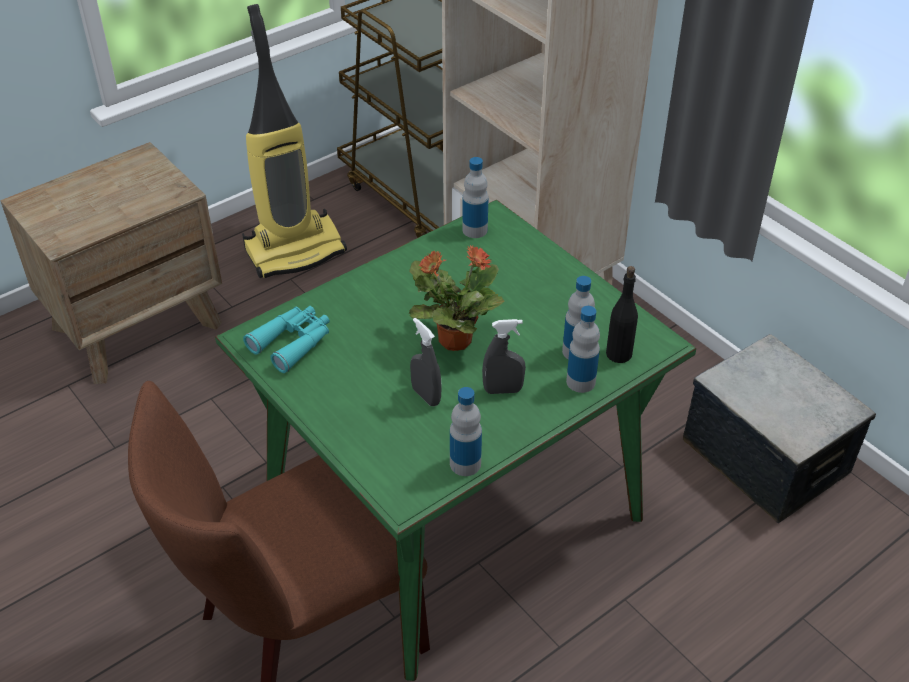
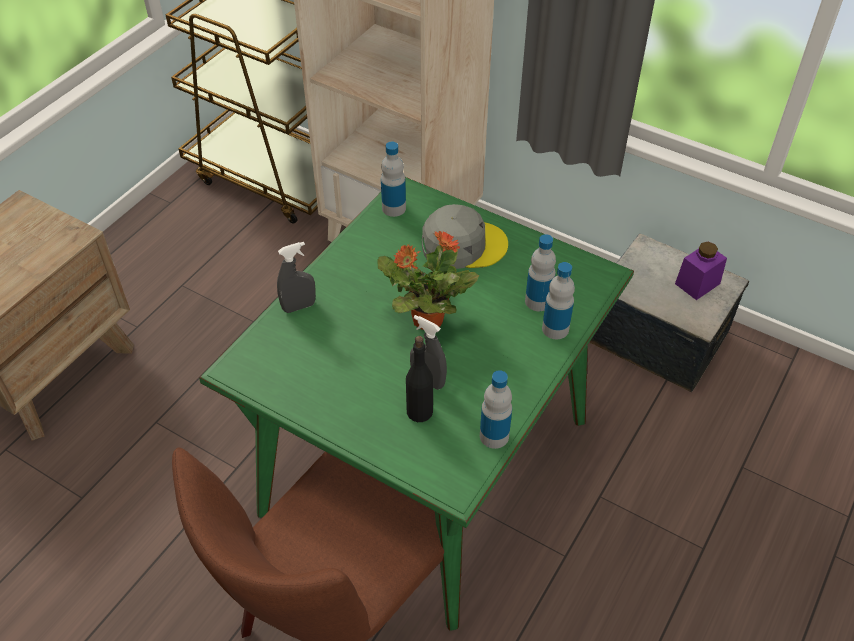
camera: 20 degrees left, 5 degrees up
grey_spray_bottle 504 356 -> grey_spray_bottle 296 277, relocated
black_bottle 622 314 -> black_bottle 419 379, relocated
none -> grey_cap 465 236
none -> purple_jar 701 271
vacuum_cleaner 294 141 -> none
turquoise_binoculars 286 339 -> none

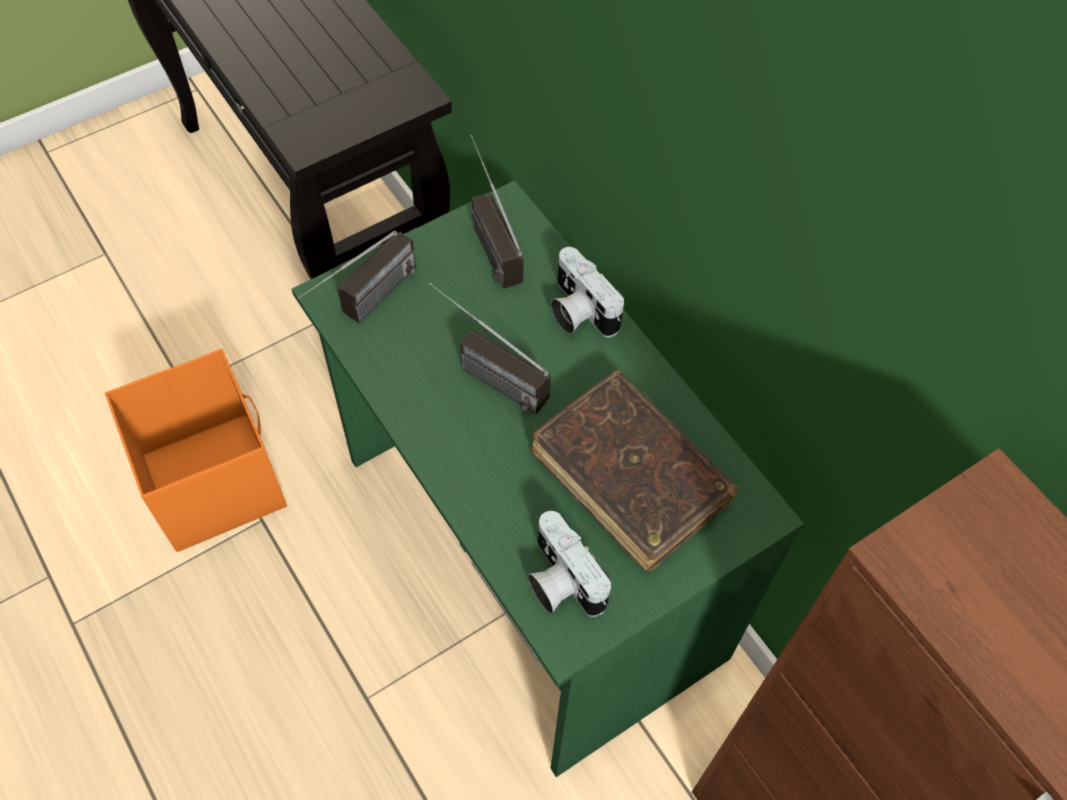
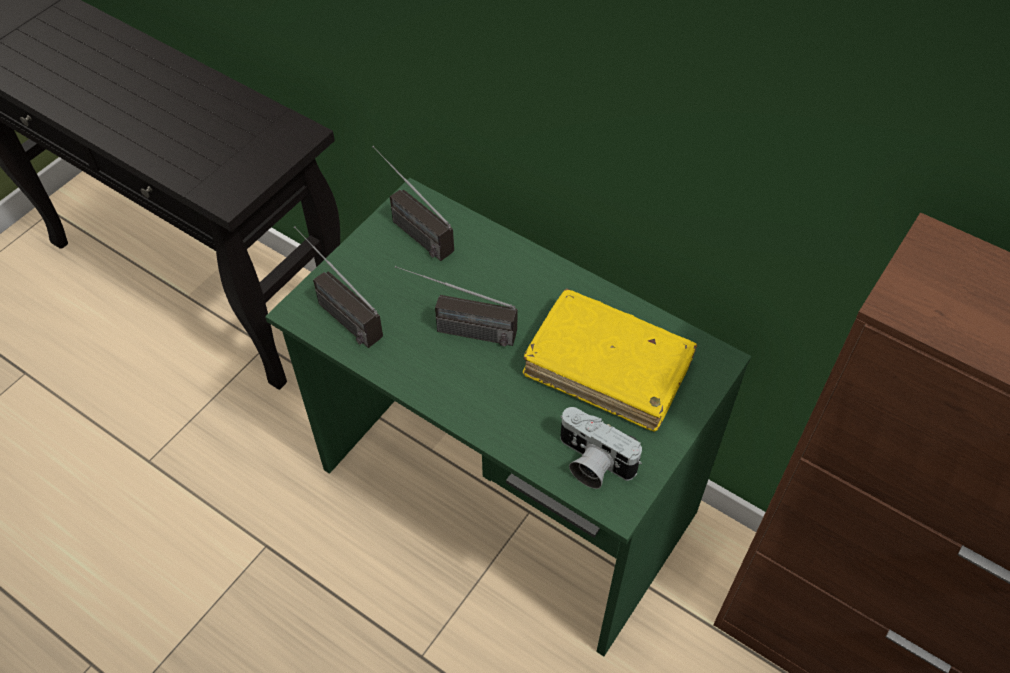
camera: 20 degrees left, 5 degrees down
radio 357 276 -> radio 338 287, 120 degrees clockwise
brown_book 634 470 -> yellow_book 610 360
orange_storage_box 196 450 -> none
photo_camera 587 292 -> none

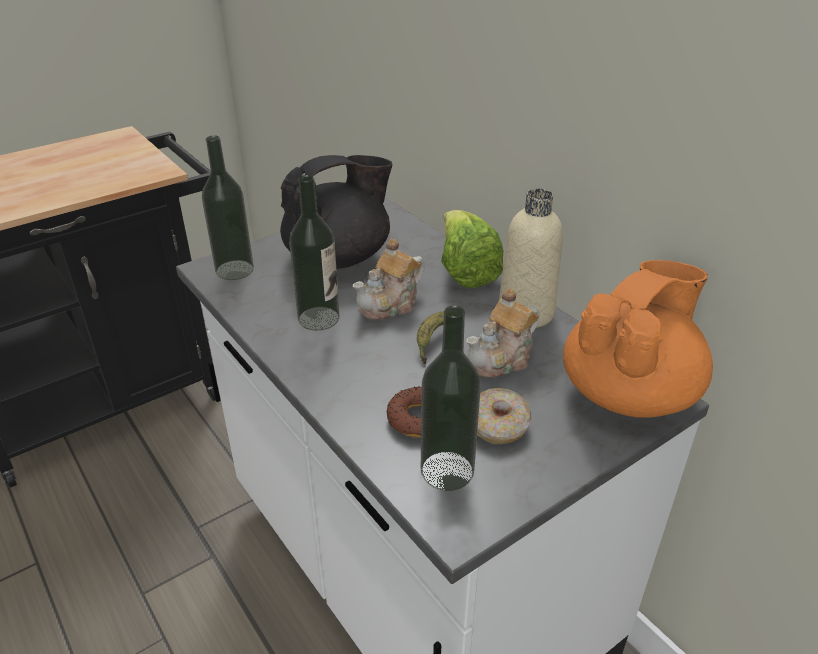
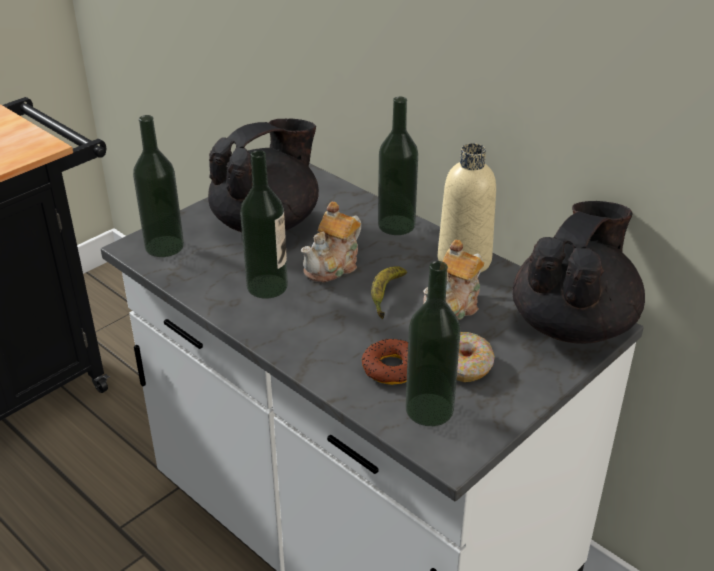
camera: 10 degrees left, 0 degrees up
lettuce 472 249 -> bottle 398 166
orange_teapot 638 339 -> black_teapot 578 272

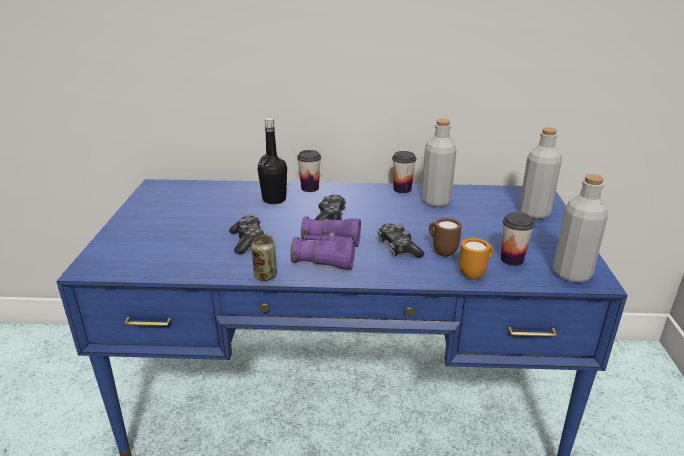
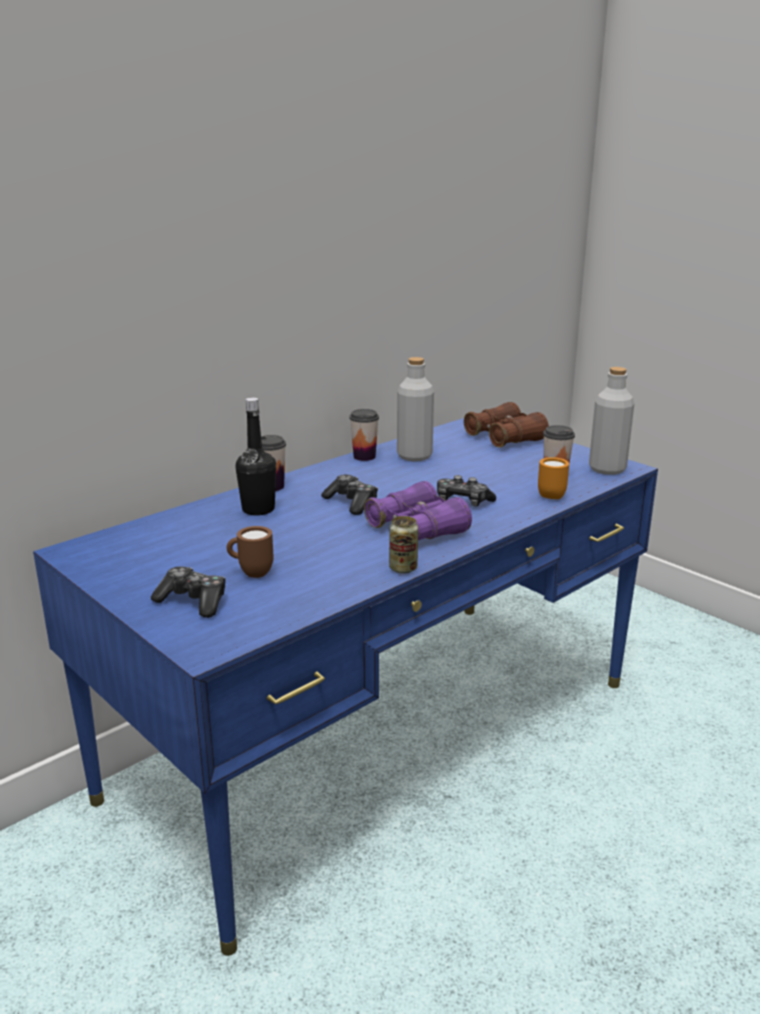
camera: 45 degrees left, 5 degrees down
game_controller 247 234 -> game_controller 188 592, relocated
brown_mug 445 237 -> brown_mug 250 552, relocated
grey_bottle 540 173 -> brown_binoculars 506 424

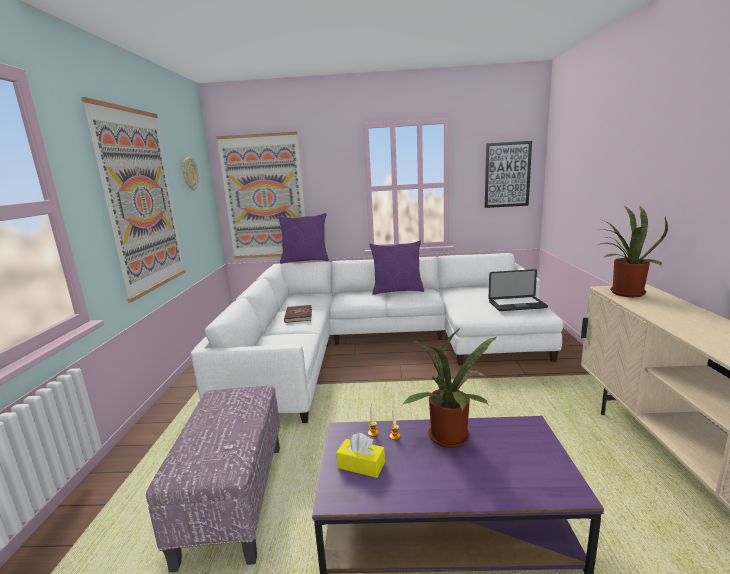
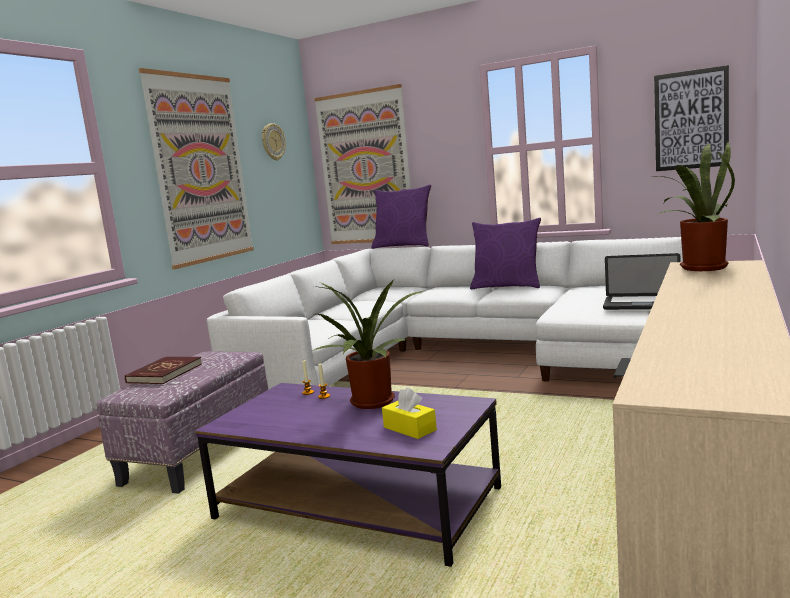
camera: 25 degrees right, 5 degrees down
red_book 298 314 -> red_book 163 370, relocated
yellow_tissue_box 360 455 -> yellow_tissue_box 409 413, relocated

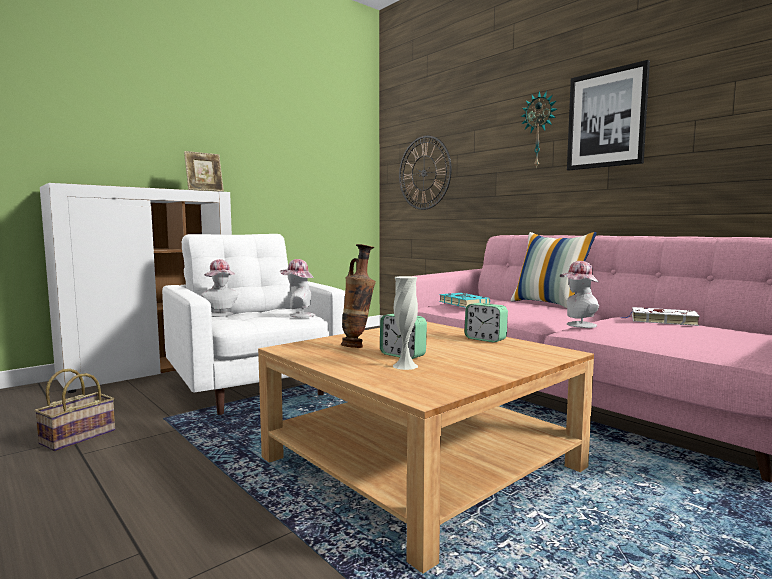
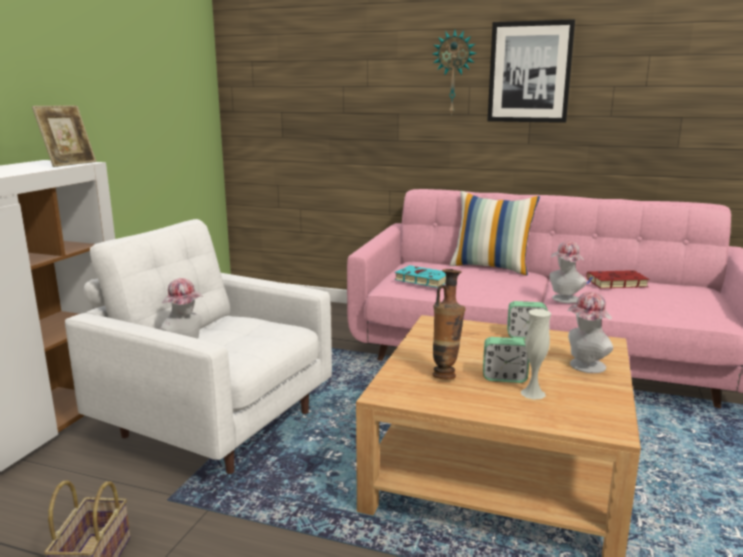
camera: 30 degrees left, 10 degrees up
hat 297 288 -> hat 590 332, relocated
white_book 660 316 -> red_book 617 279
wall_clock 425 173 -> none

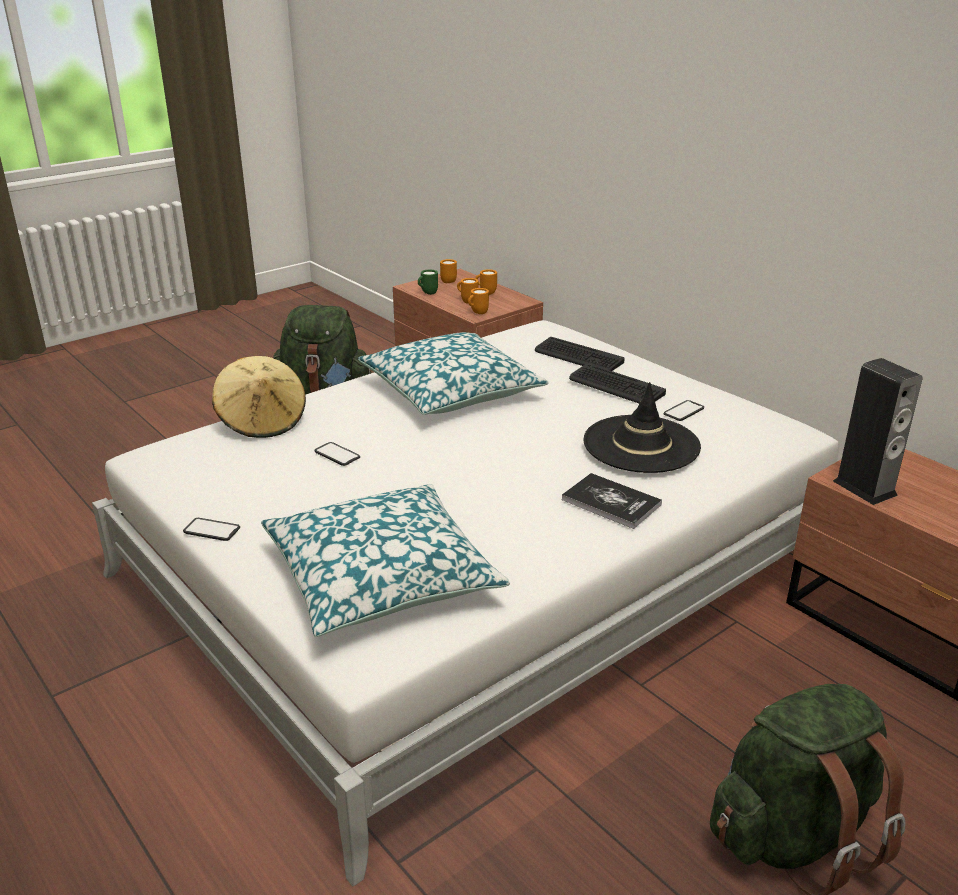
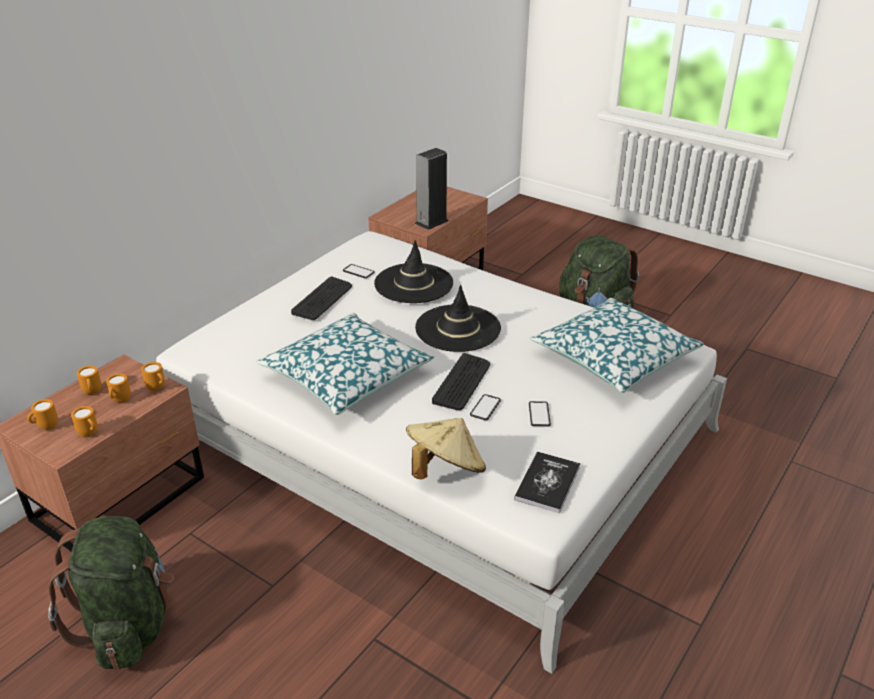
camera: 105 degrees left, 5 degrees up
green_mug 428 282 -> orange_mug 84 421
none -> black_hat 458 318
keyboard 579 354 -> keyboard 461 381, relocated
book 612 501 -> book 547 482, relocated
phone 211 529 -> phone 540 414, relocated

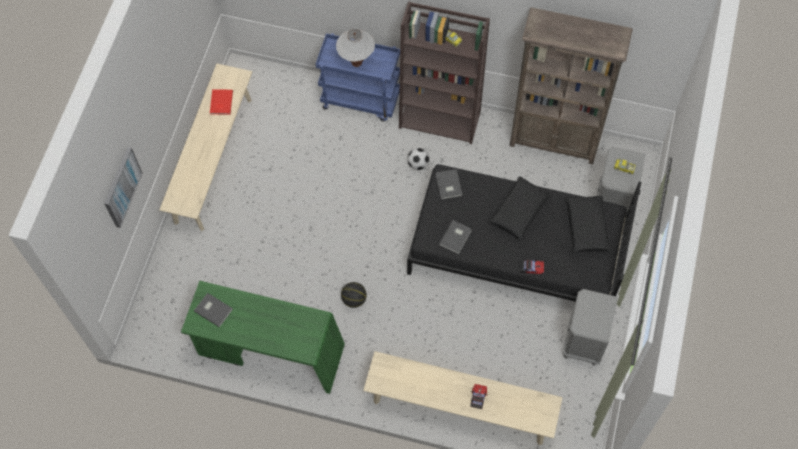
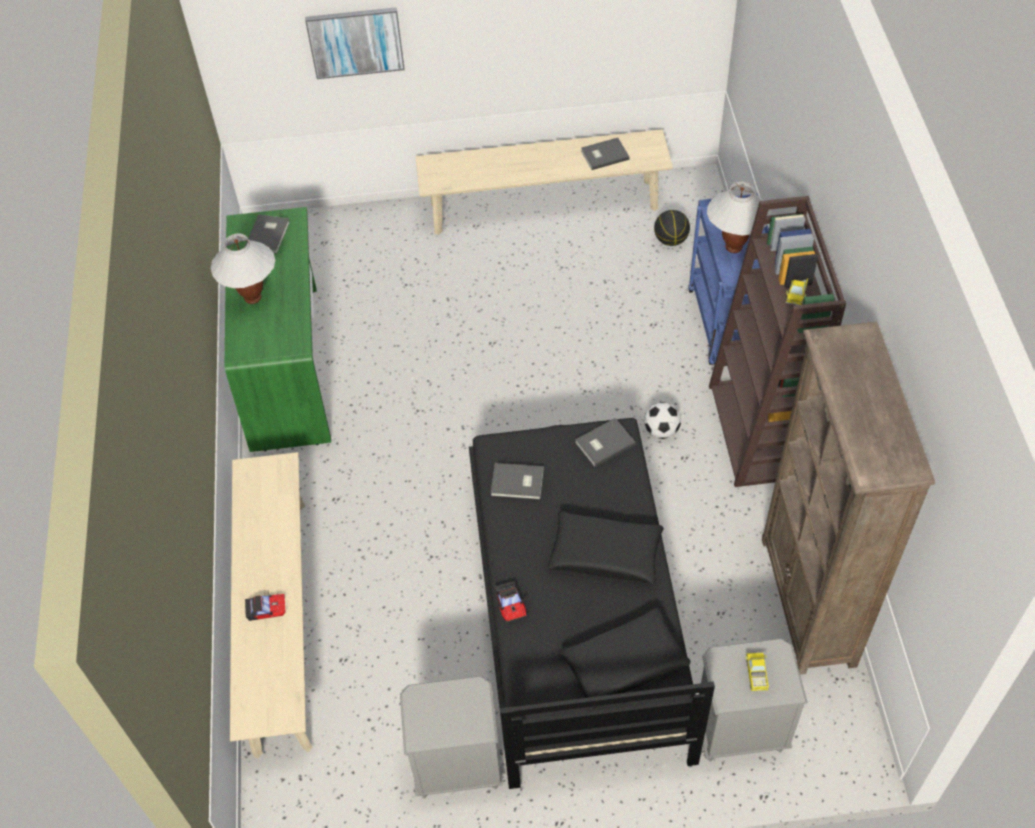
camera: 70 degrees right, 10 degrees down
none -> white_table_lamp 243 268
red_book 221 102 -> grey_book 605 154
basketball 354 295 -> basketball 672 228, relocated

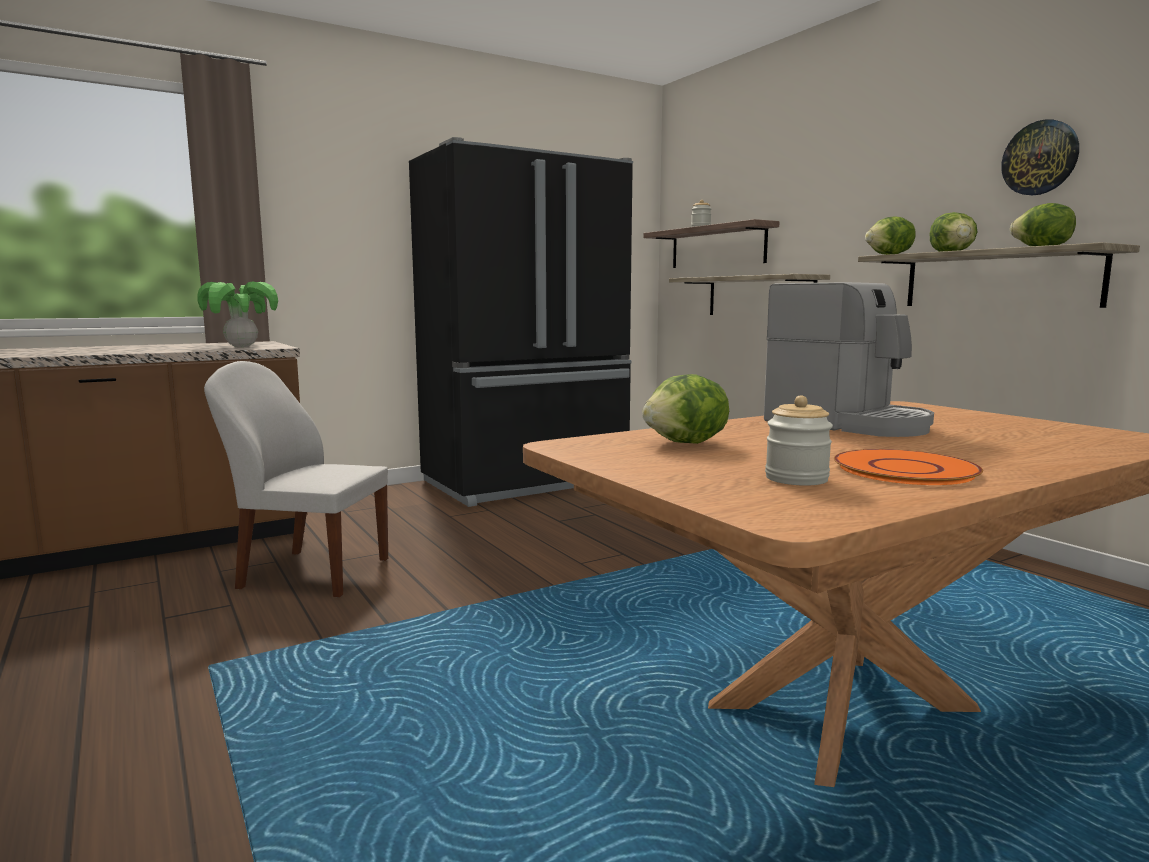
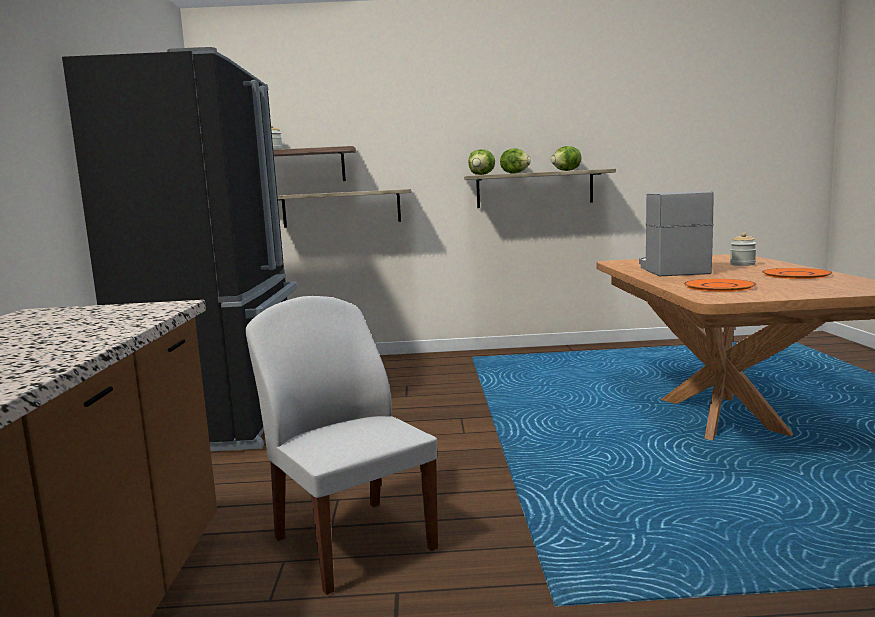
camera: 60 degrees left, 0 degrees up
white_chair 296 479 -> white_chair 342 445, 105 degrees clockwise
coffee_machine 849 359 -> coffee_machine 676 233, 75 degrees counterclockwise
lettuce 685 409 -> orange_plate 720 285
jar 799 440 -> jar 743 249, relocated
potted_plant 237 314 -> none
wall_clock 1040 157 -> none

